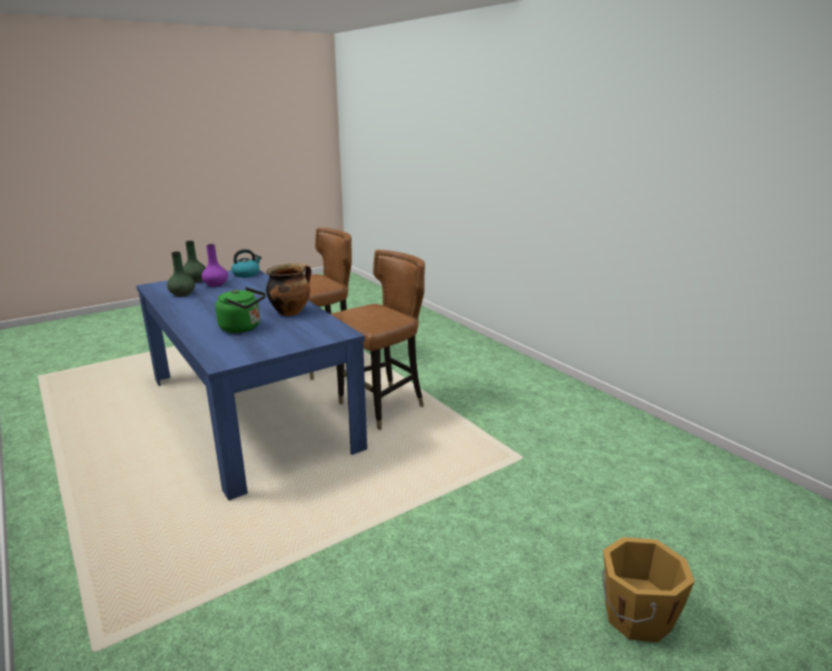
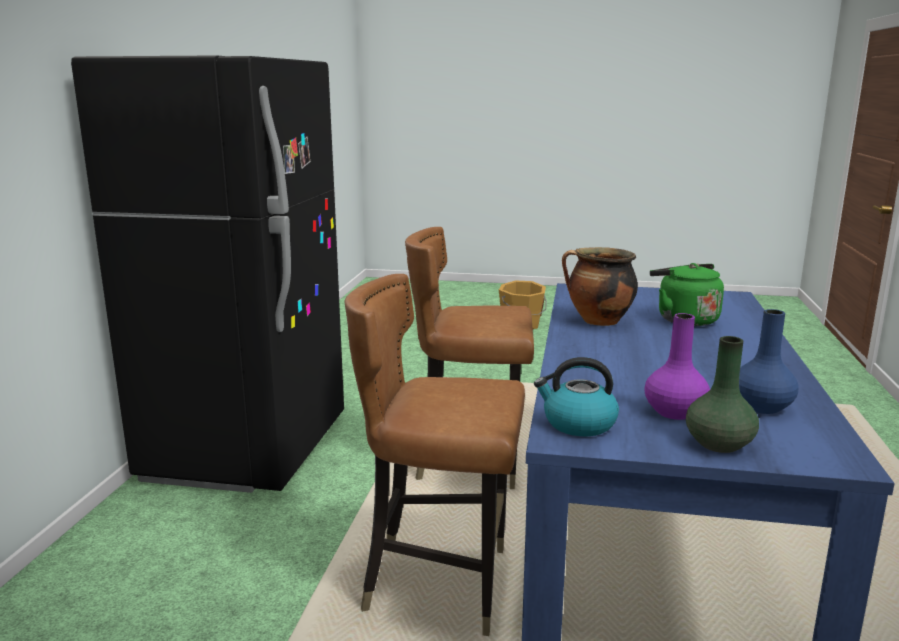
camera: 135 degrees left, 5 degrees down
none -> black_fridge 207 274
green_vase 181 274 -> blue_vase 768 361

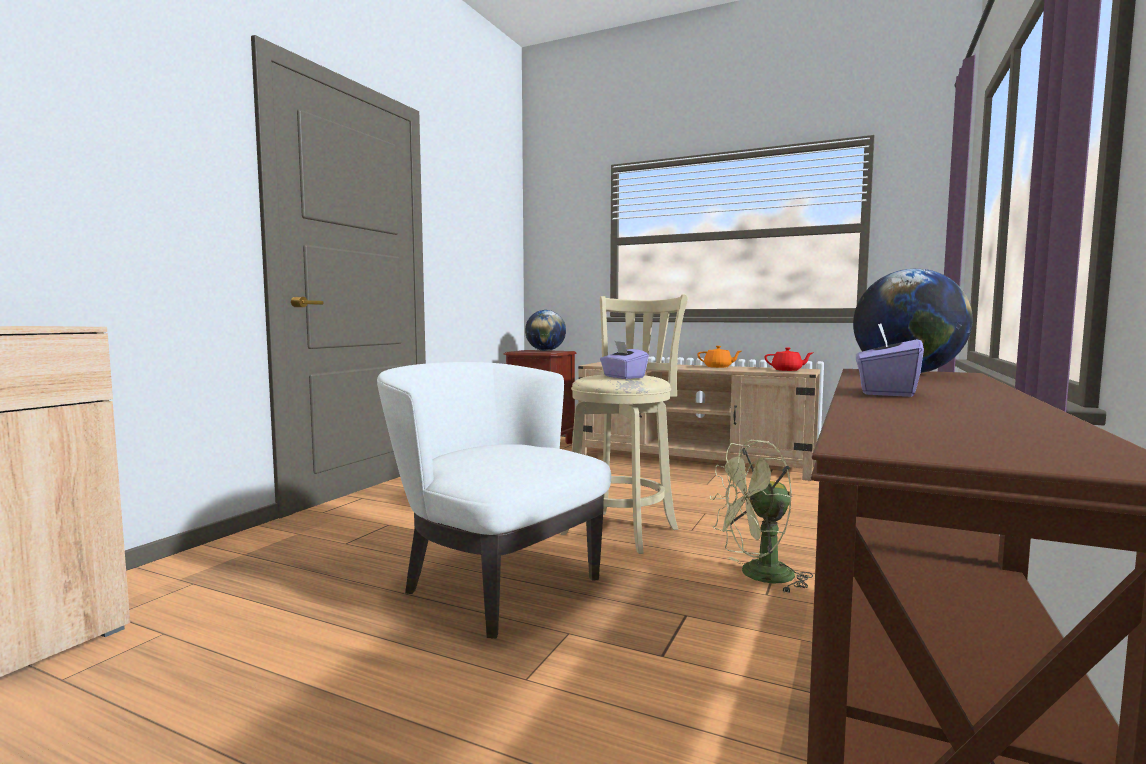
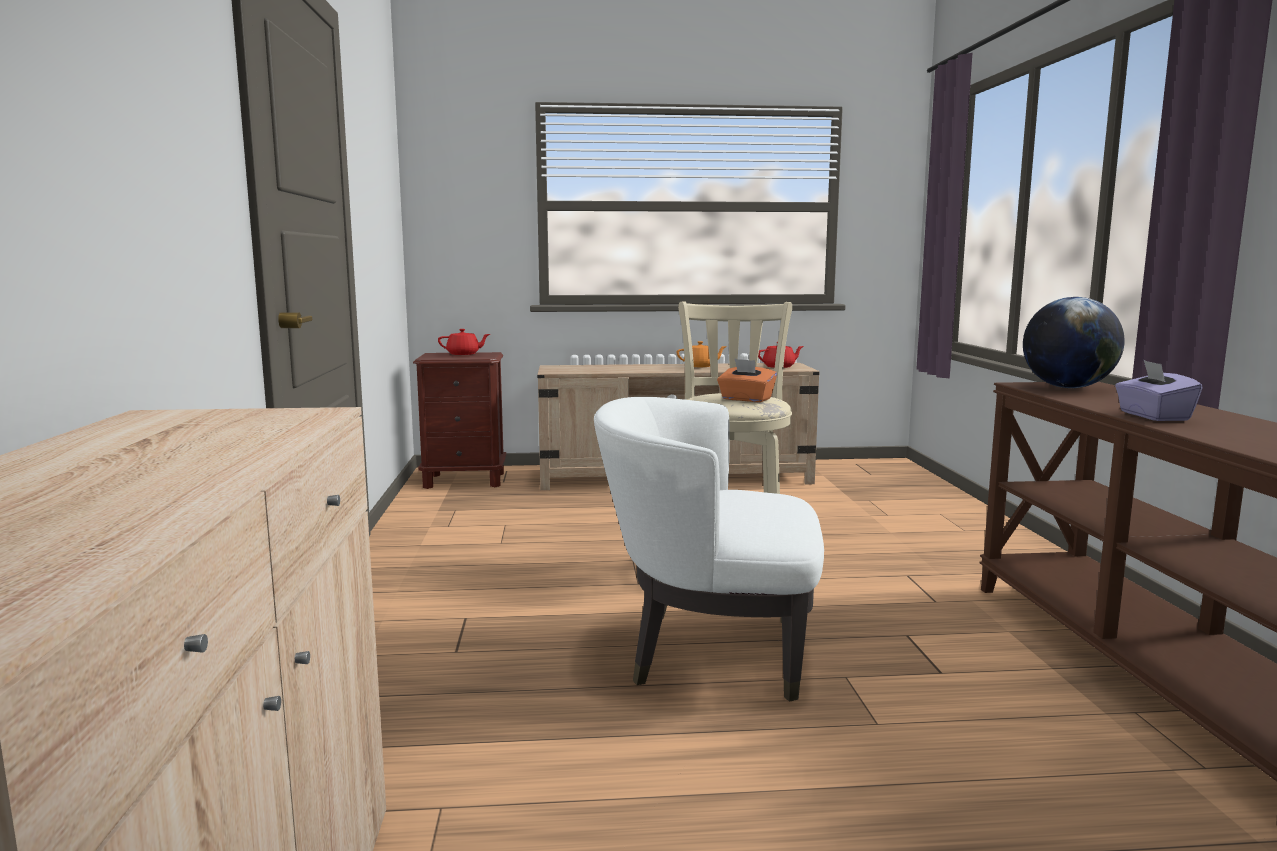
camera: 30 degrees left, 5 degrees up
globe 545 330 -> red_teapot 464 342
purple_tissue_box 624 360 -> orange_tissue_box 747 380
green_fan 761 516 -> none

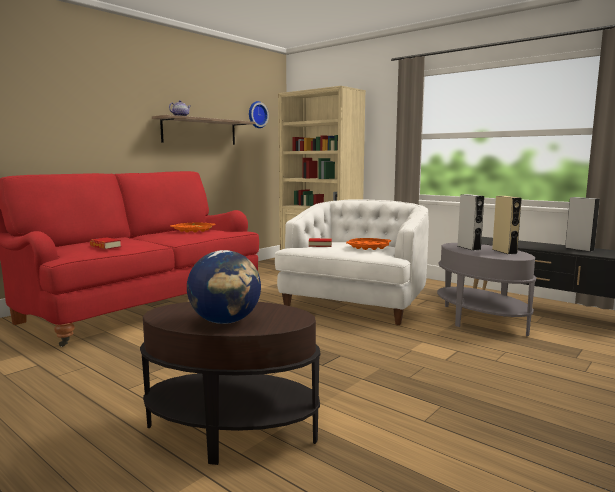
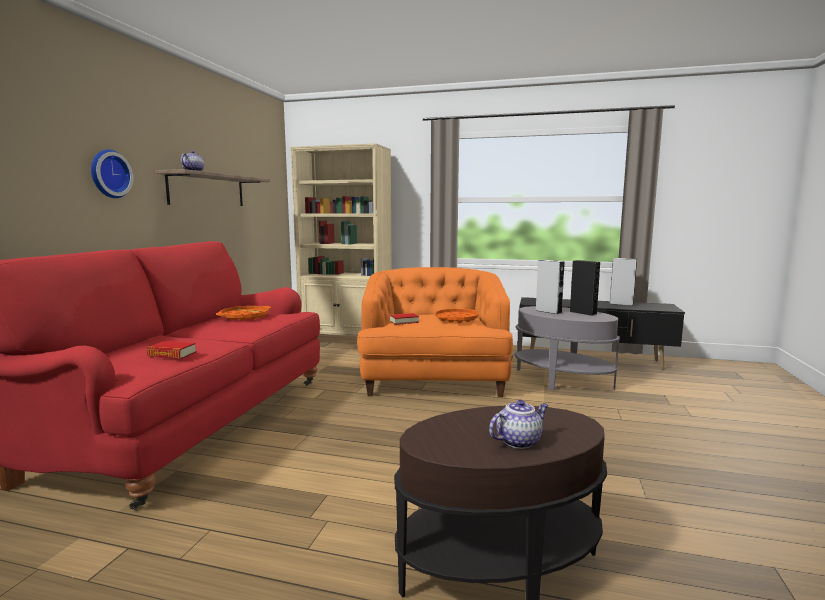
camera: 25 degrees left, 0 degrees up
wall_clock 259 114 -> wall_clock 112 174, relocated
white_armchair 352 262 -> orange_armchair 435 332
globe 224 287 -> teapot 518 424
beige_speaker 507 225 -> black_speaker 585 288

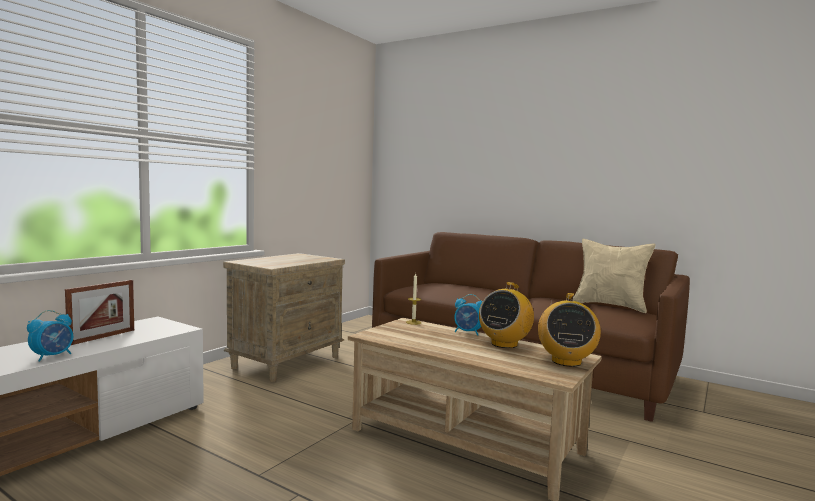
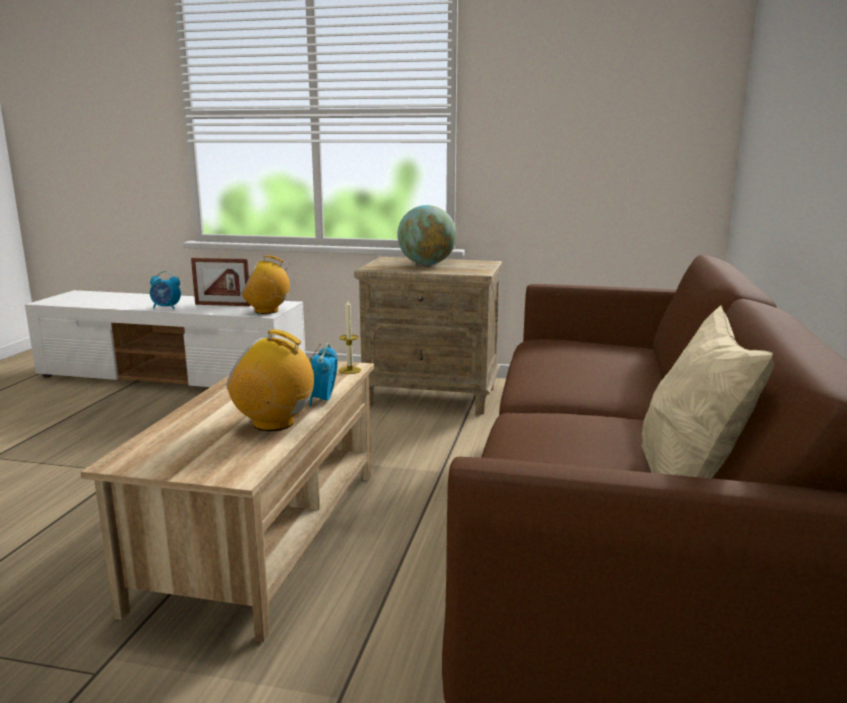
camera: 70 degrees right, 10 degrees up
radio 569 330 -> radio 266 284, relocated
none -> globe 427 235

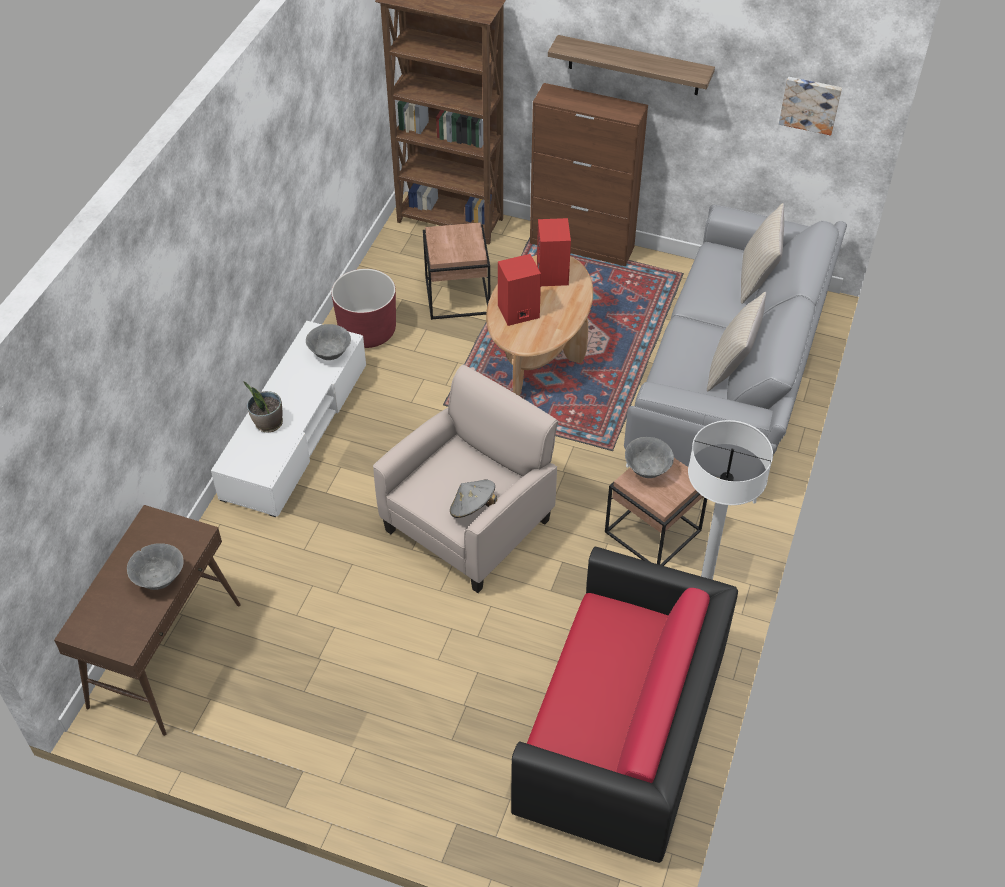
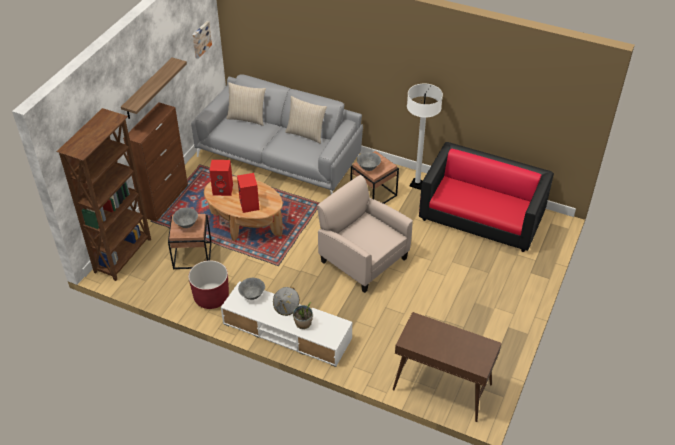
camera: 85 degrees left, 5 degrees down
grey_bowl 155 566 -> grey_bowl 185 218, relocated
grey_hat 473 499 -> grey_hat 286 301, relocated

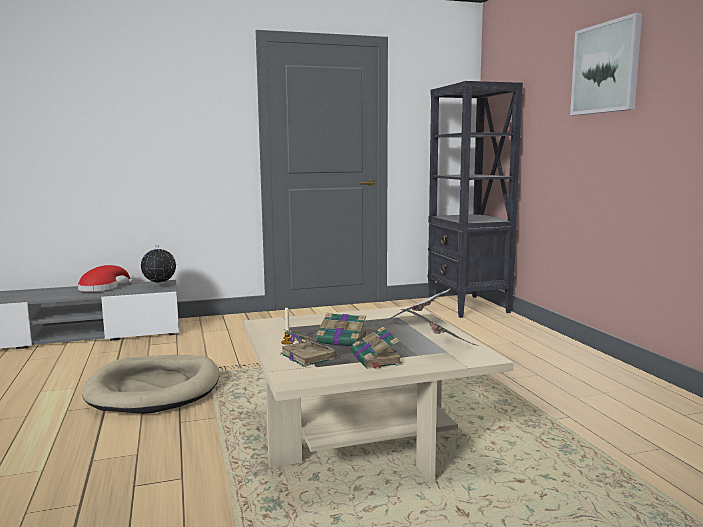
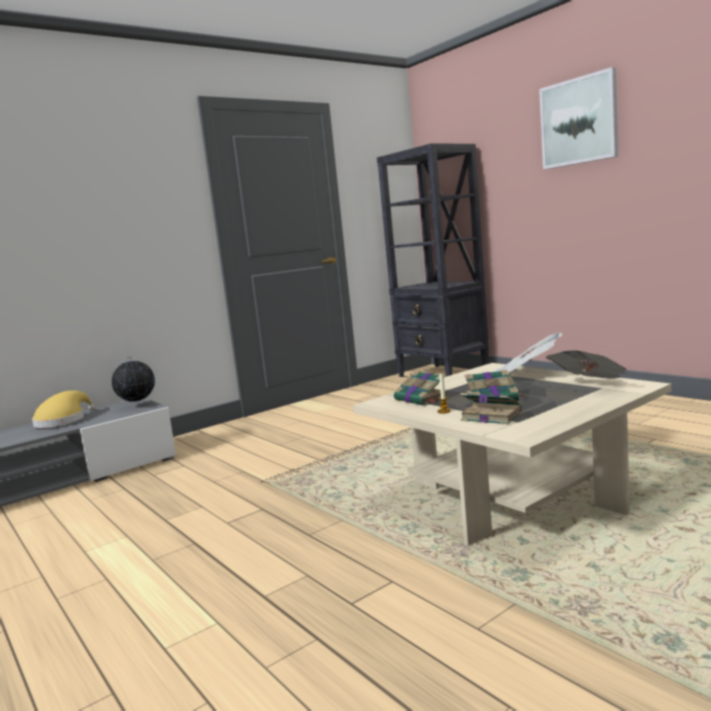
camera: 20 degrees left, 0 degrees up
red_hat 105 278 -> yellow_hat 64 409
book 377 348 -> book 421 388, relocated
beige_dog_bed 150 384 -> none

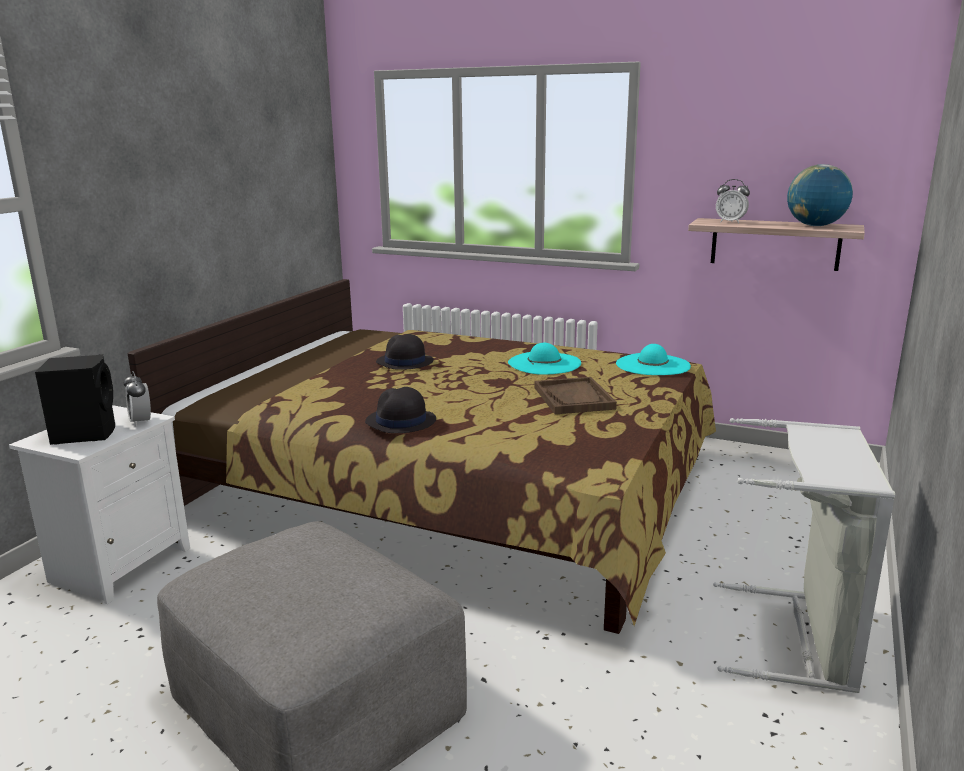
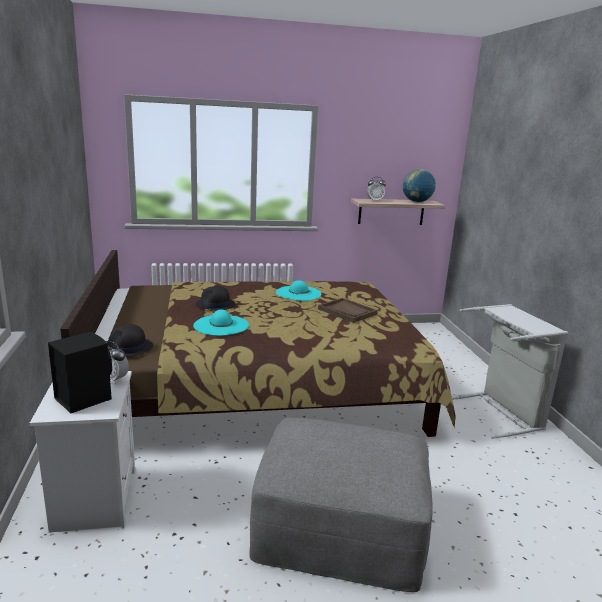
camera: 35 degrees left, 0 degrees up
black_hat 400 410 -> black_hat 130 340, relocated
turquoise_hat 653 359 -> turquoise_hat 221 323, relocated

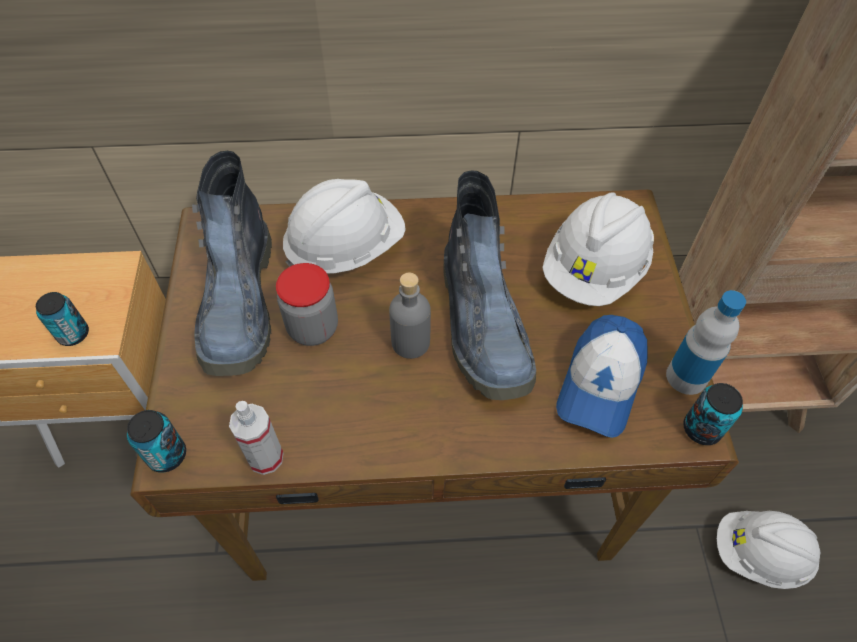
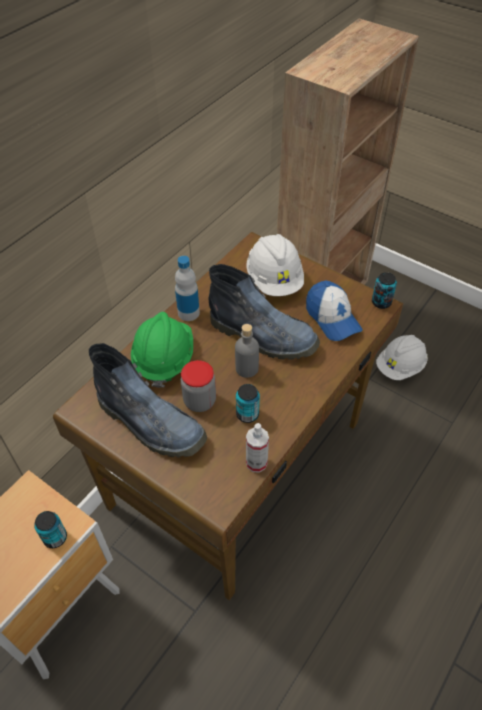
camera: 50 degrees left, 5 degrees down
white_hard_hat 344 226 -> green_hard_hat 162 350
bottle 706 342 -> bottle 187 288, relocated
can 156 441 -> can 248 403, relocated

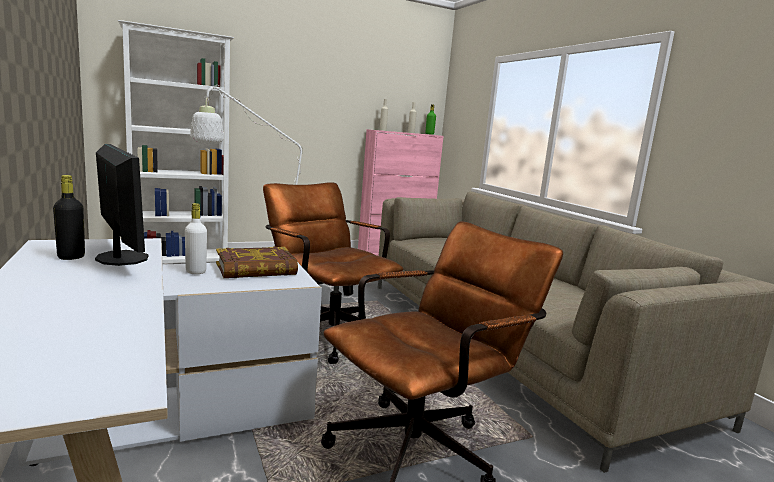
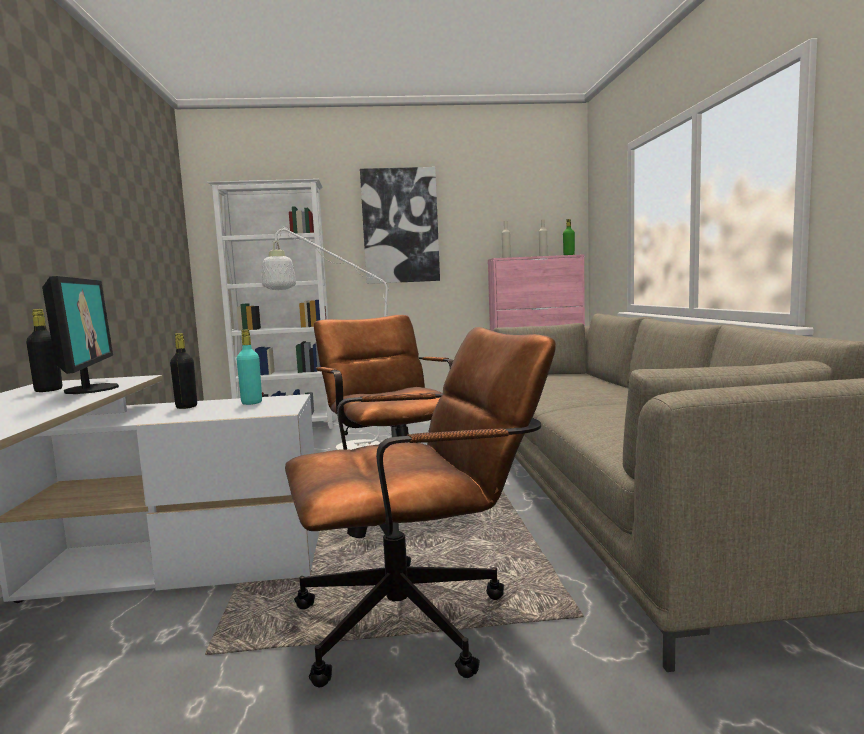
camera: 20 degrees right, 5 degrees down
white_bottle 196 238 -> black_bottle 183 371
book 257 262 -> turquoise_bottle 249 367
none -> picture 400 225

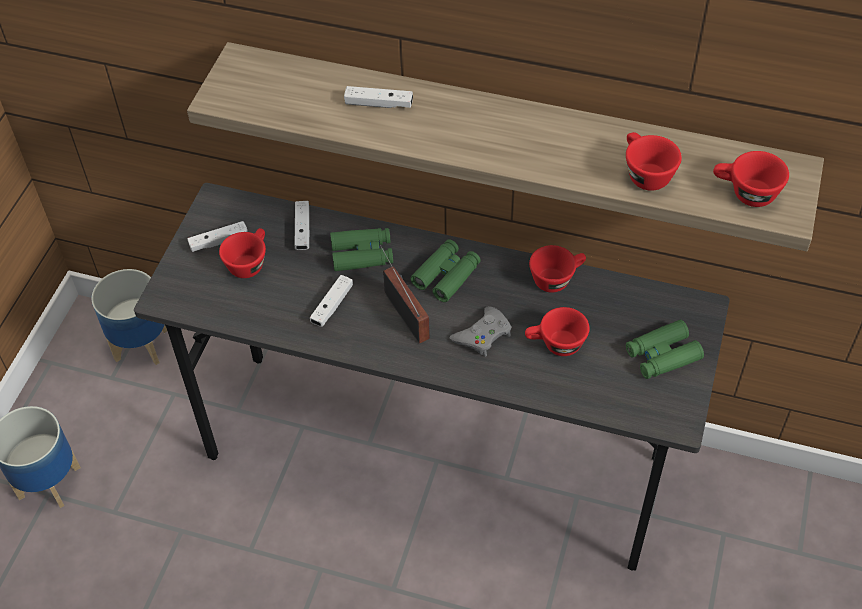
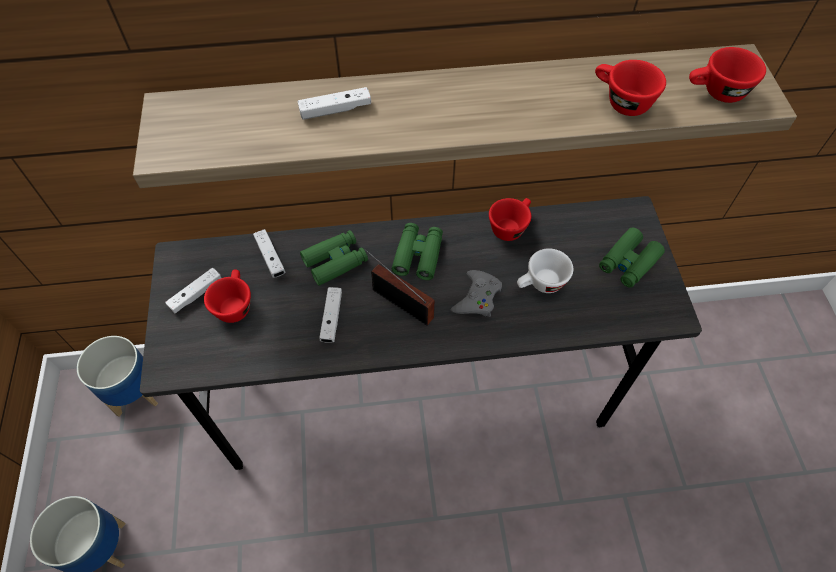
camera: 25 degrees left, 5 degrees up
red_cup 557 331 -> white_cup 545 270

